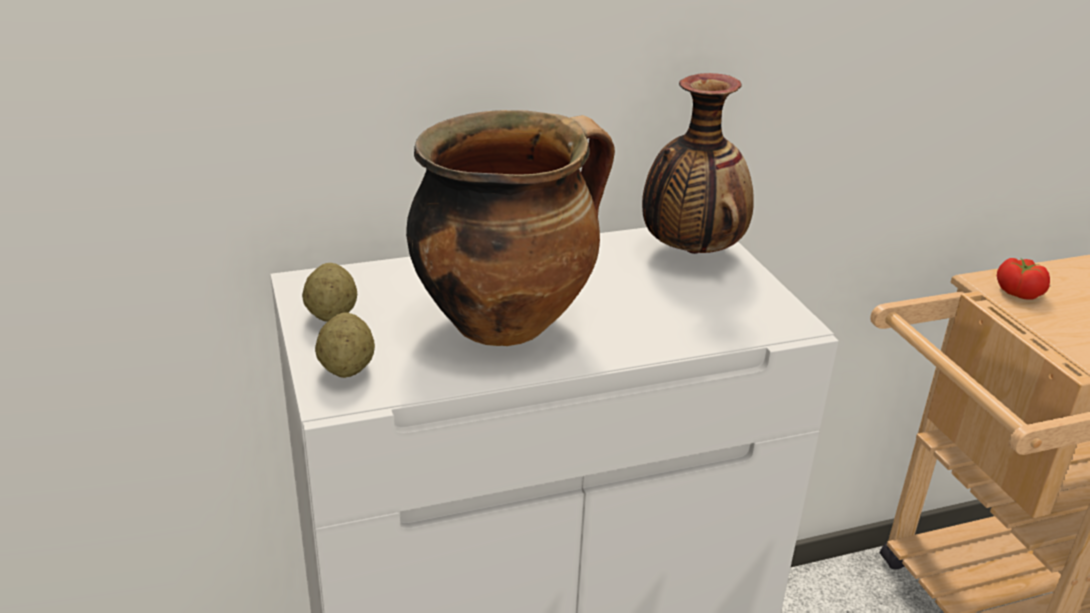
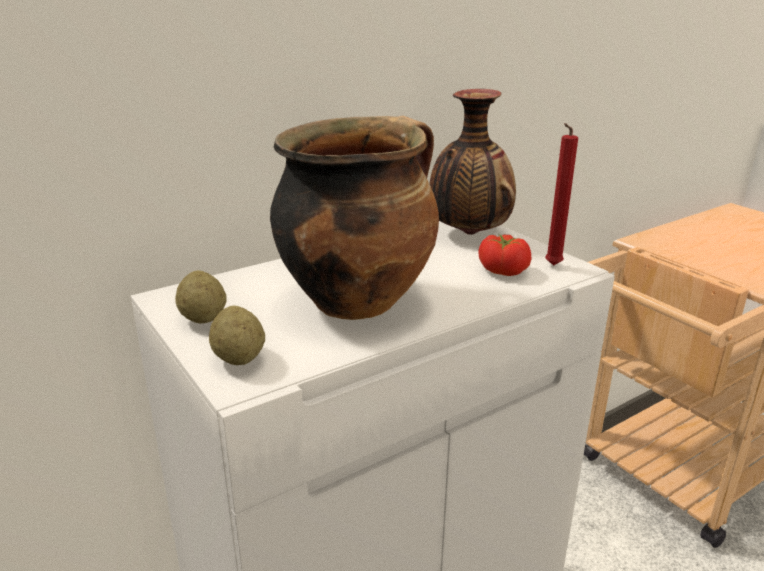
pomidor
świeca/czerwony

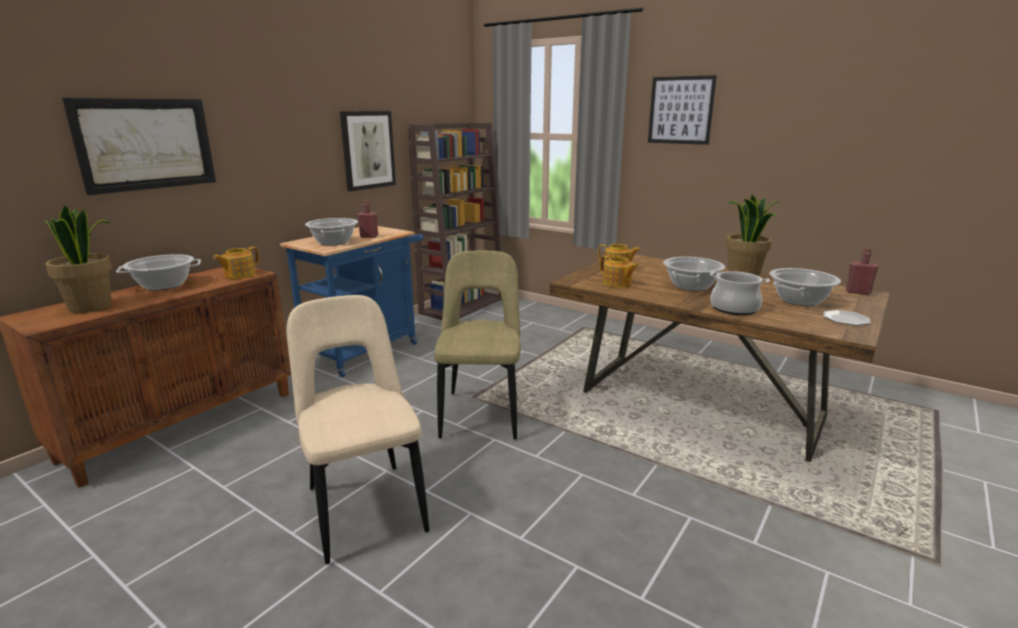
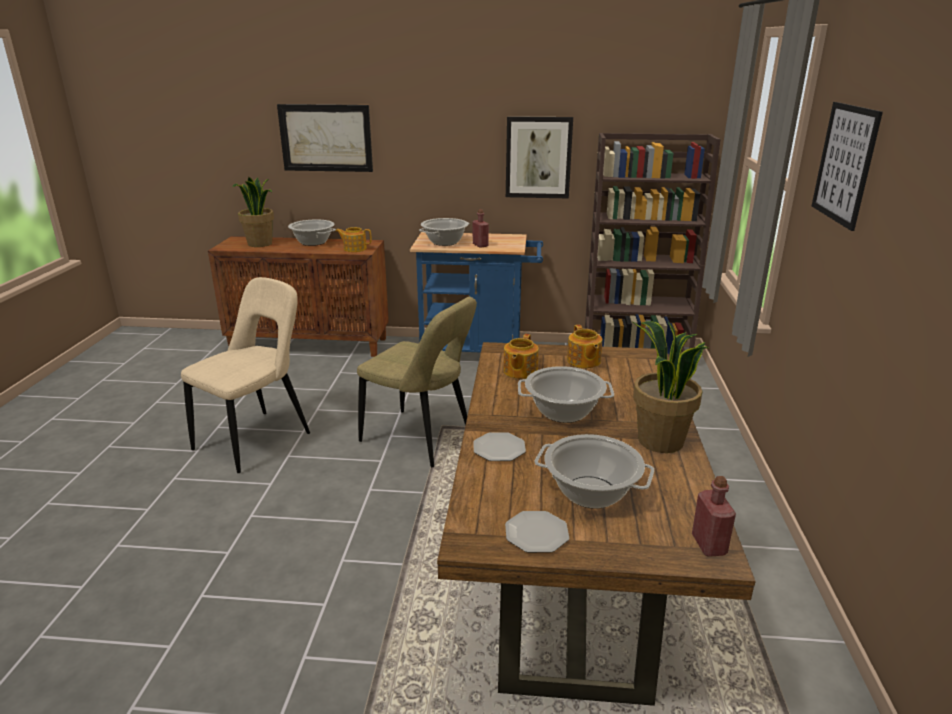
krzesło/beżowy (2nd from left)
talerz (1st from left)

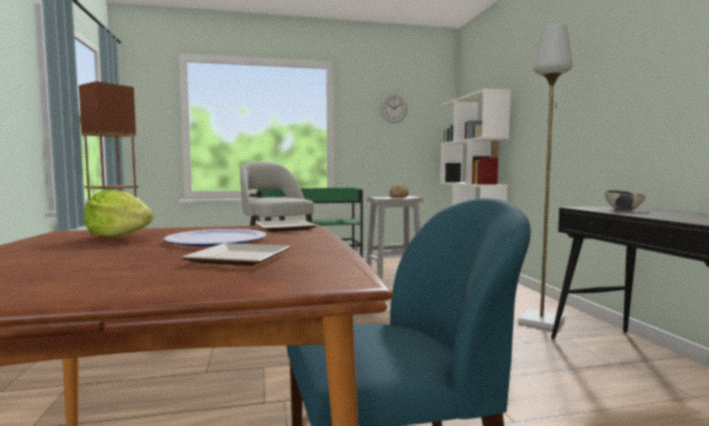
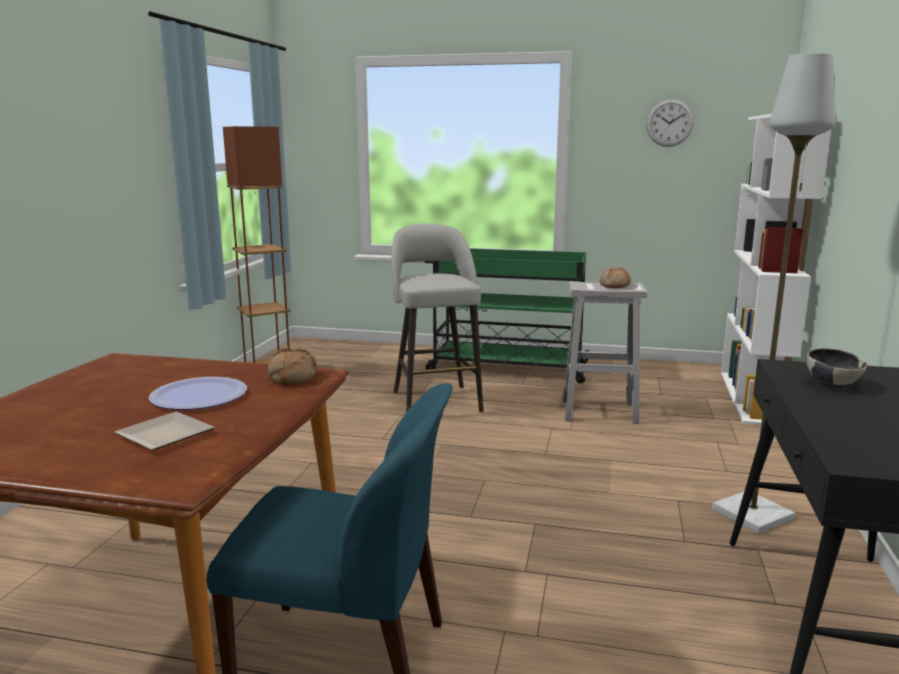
chleb (1st from left)
sałata

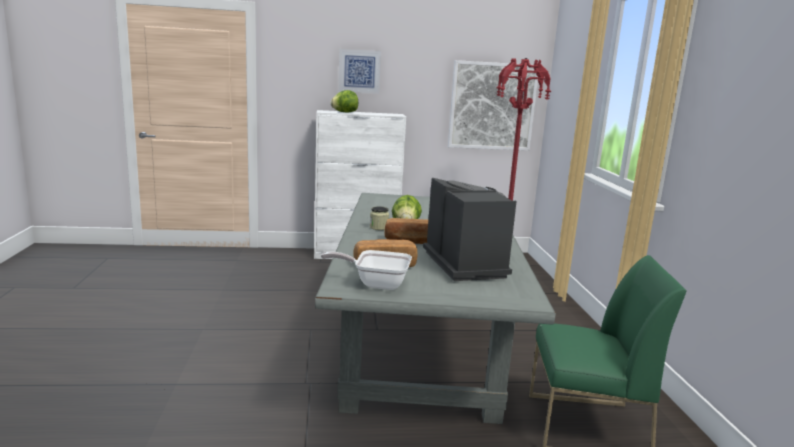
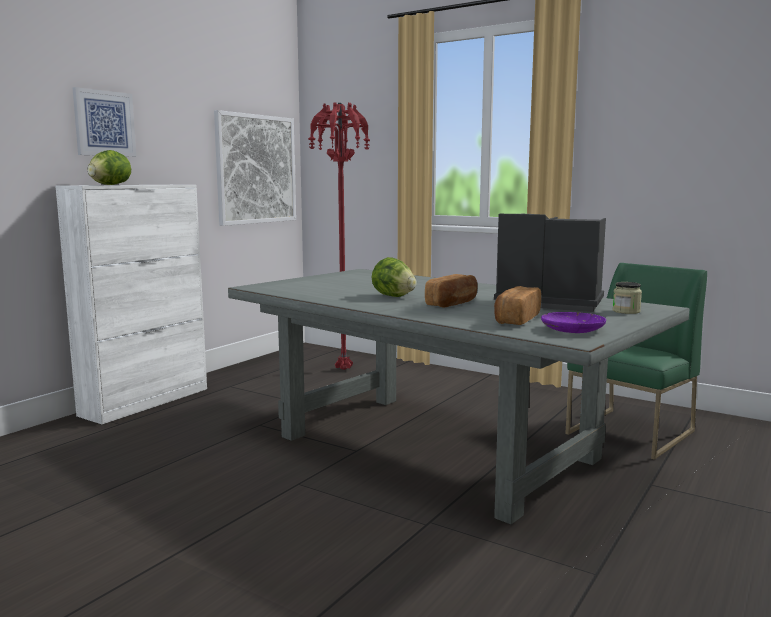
talerz/fioletowy
słoik

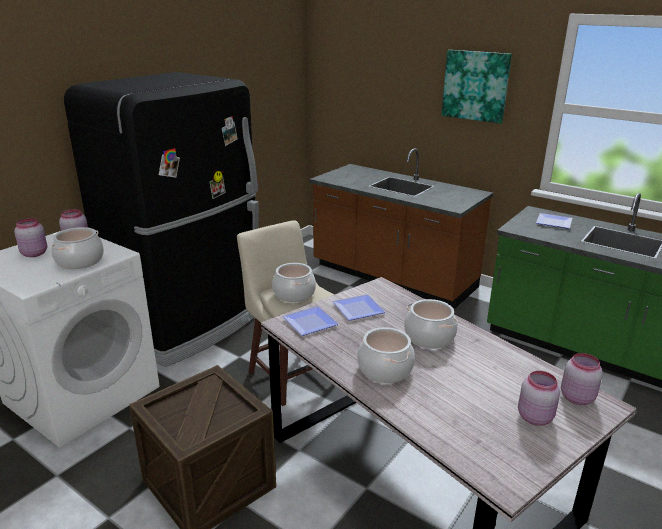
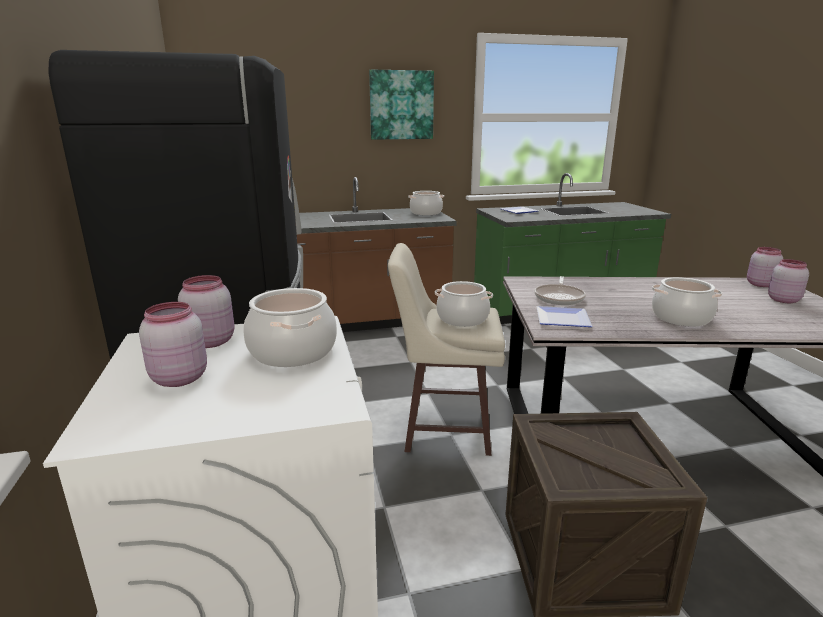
garnek (2nd from left)
patelnia

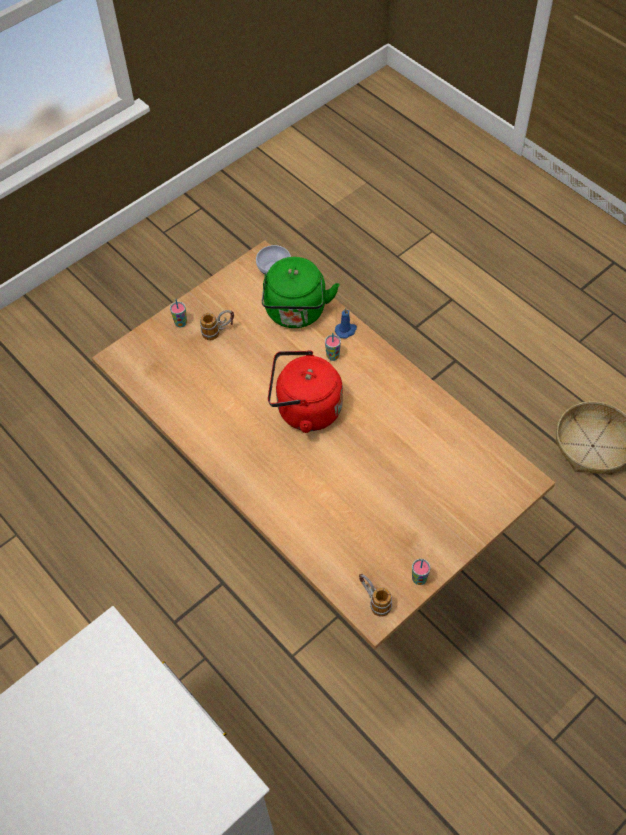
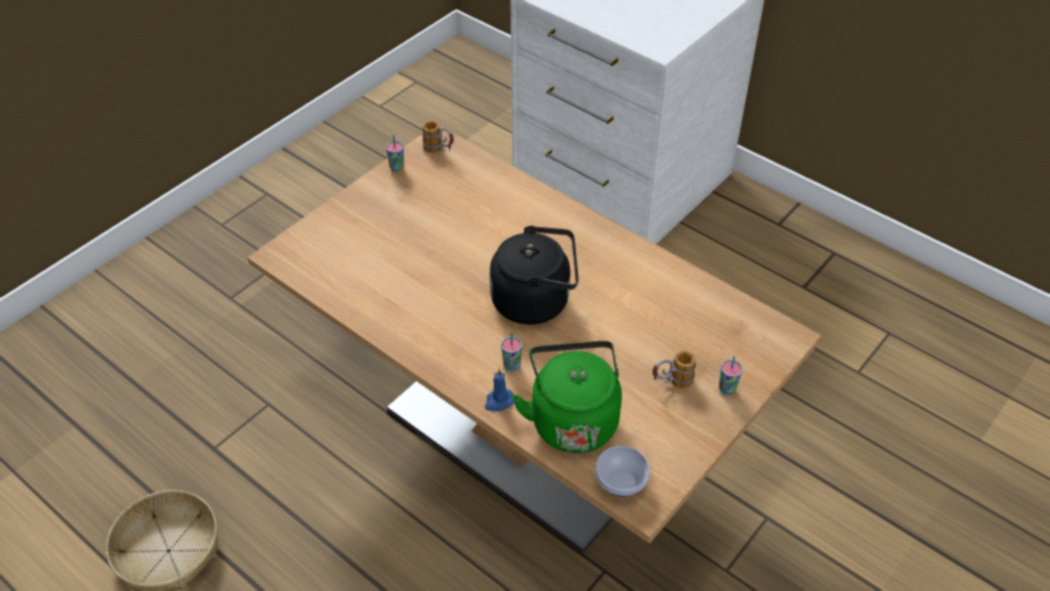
czajnik/czarny

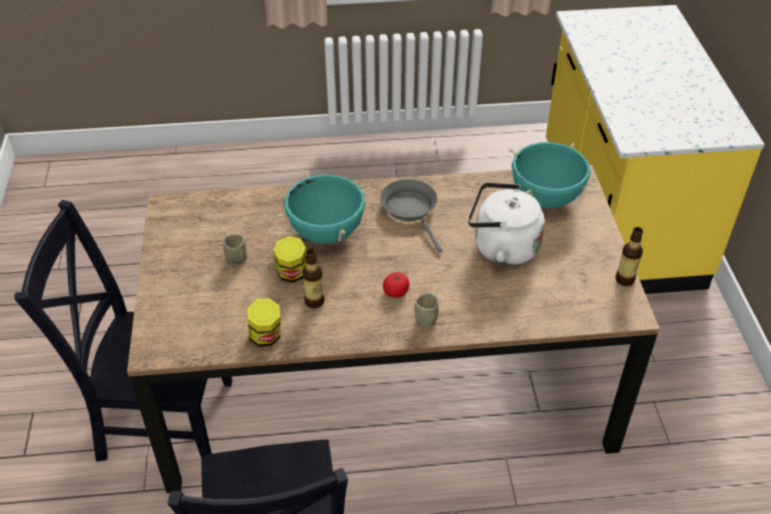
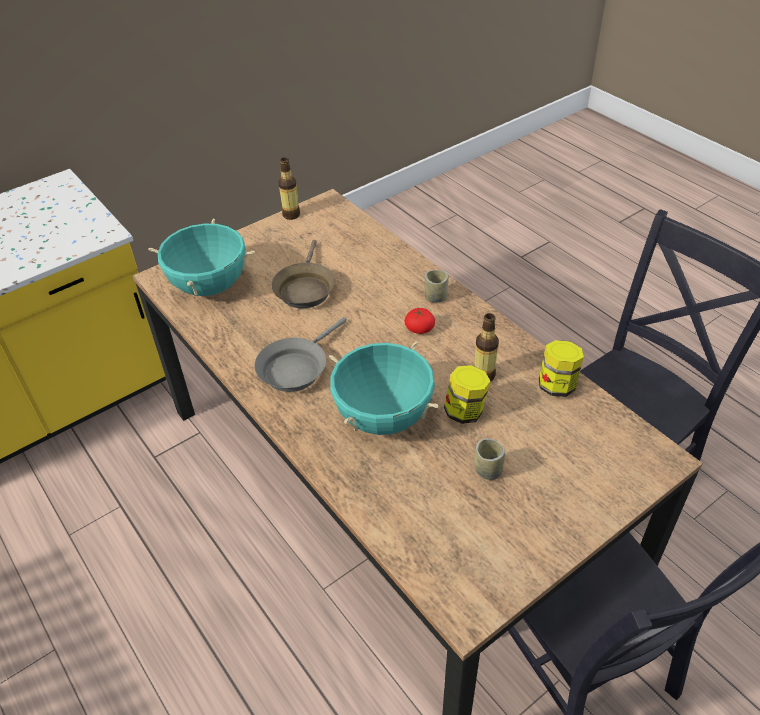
patelnia/brązowy

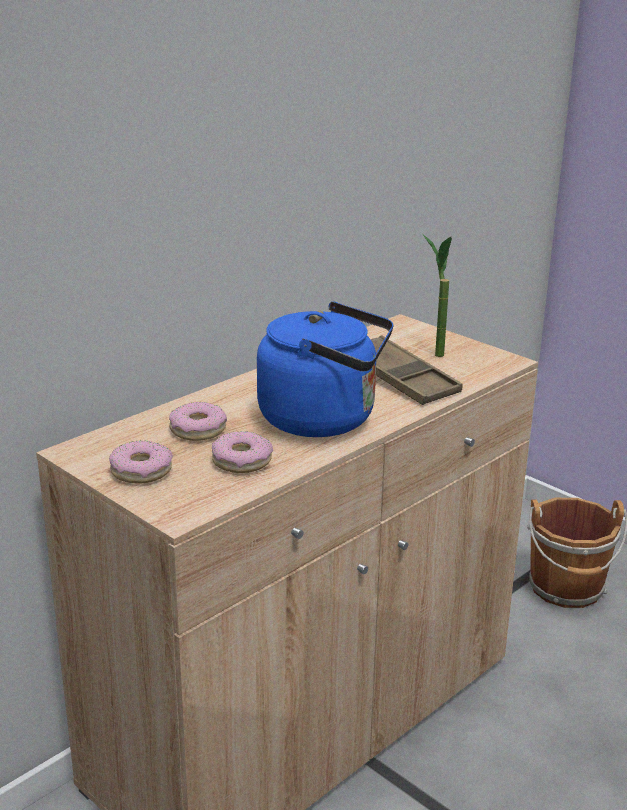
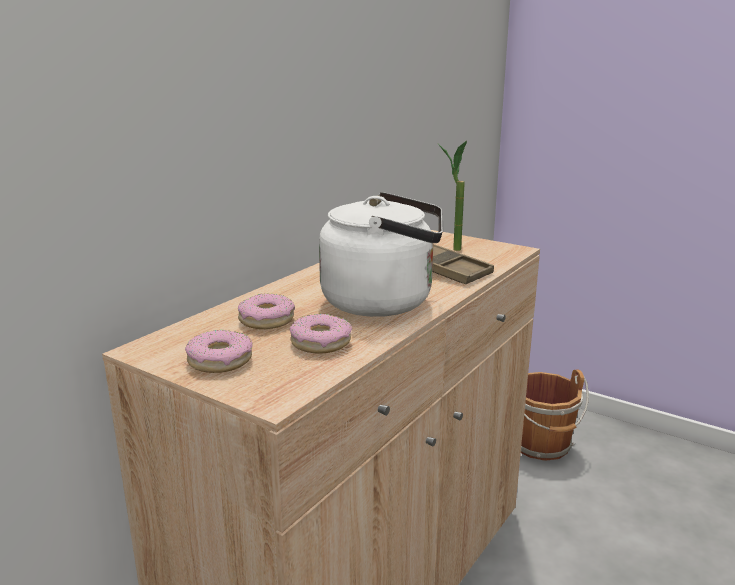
czajnik/biały

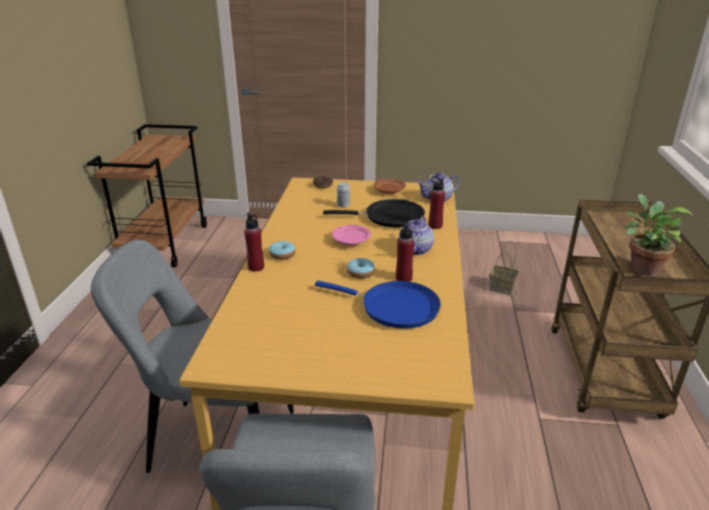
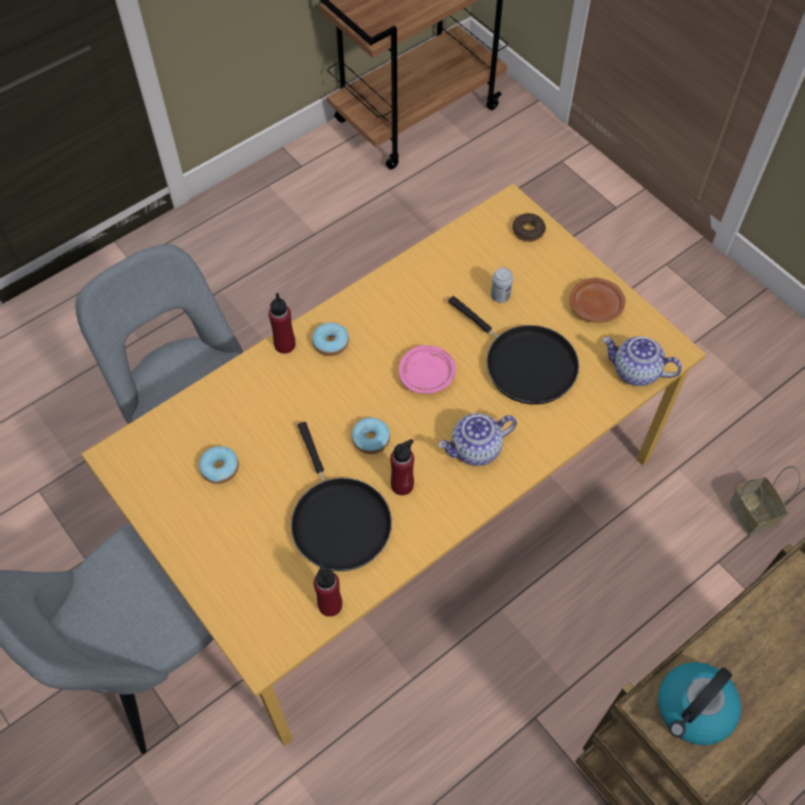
donut (1st from left)
patelnia/czarny (1st from left)
butelka/czerwony (2nd from left)
czajnik

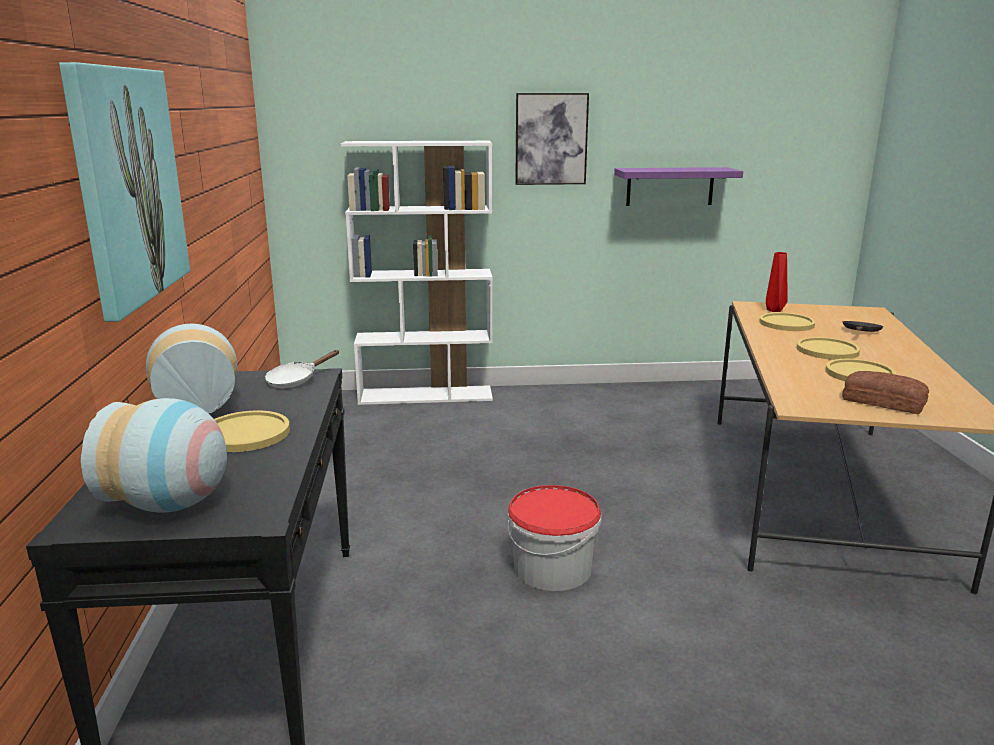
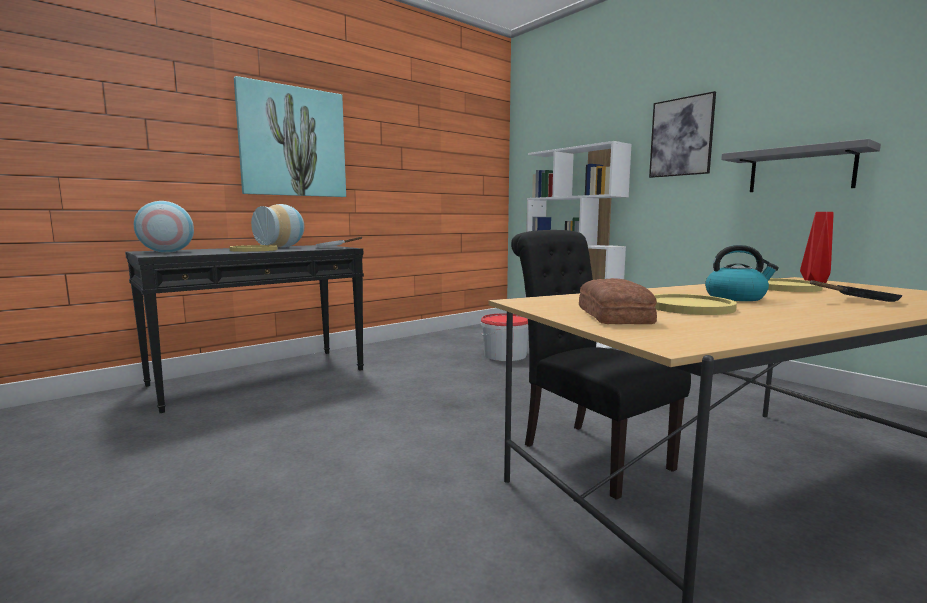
wiadro
krzesło/czarny
czajnik
półka/szary

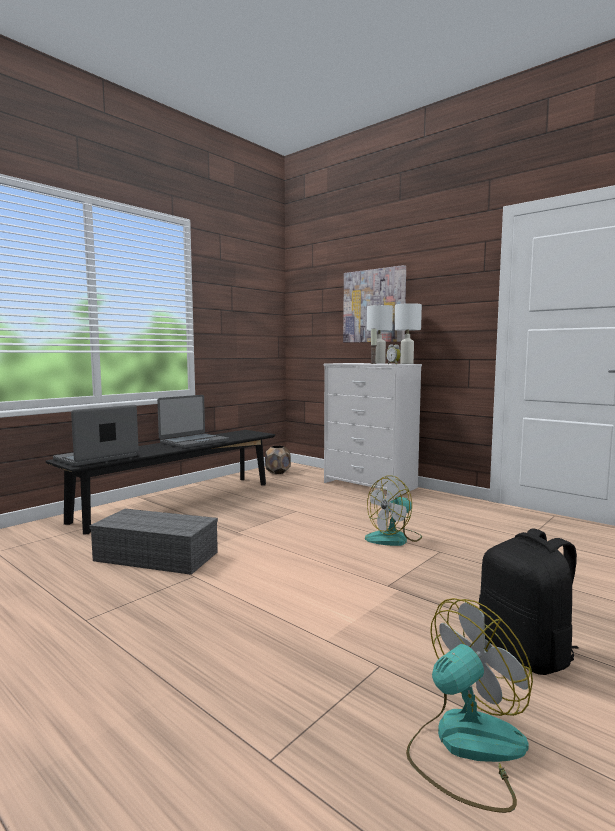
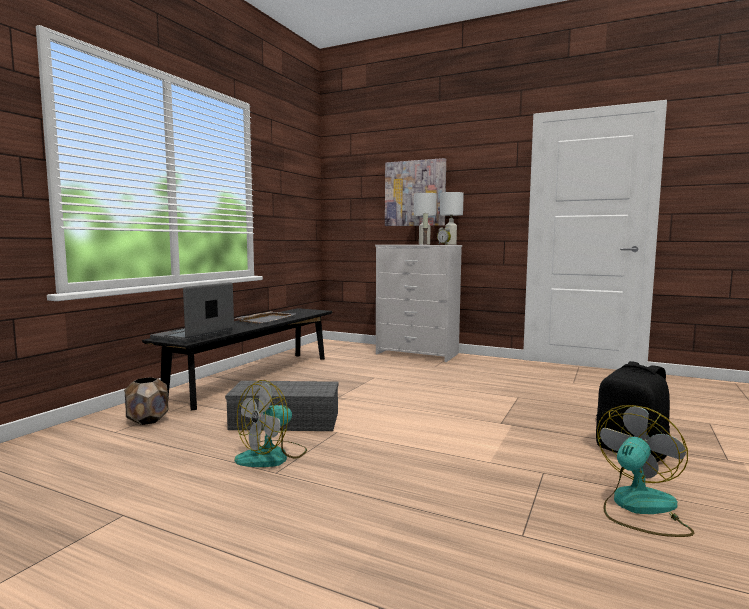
donica/brązowy
taca/szary
wentylator (1st from left)

